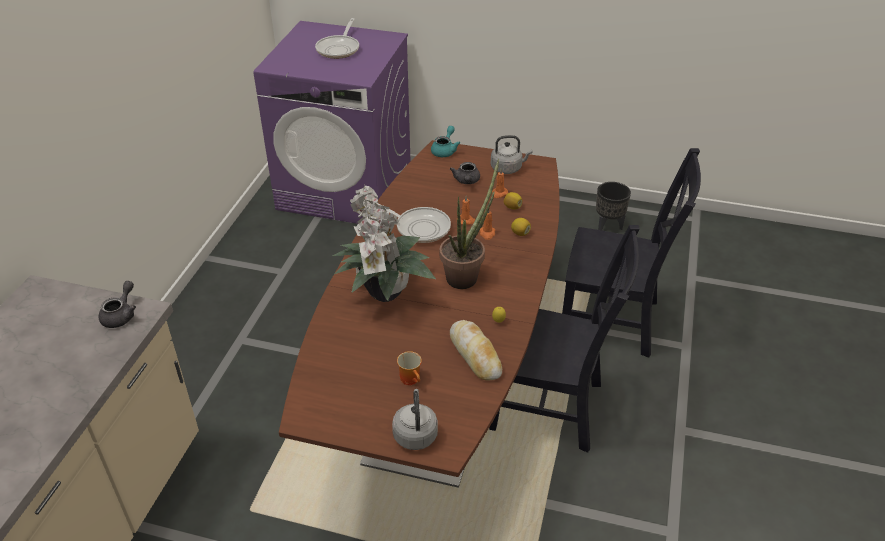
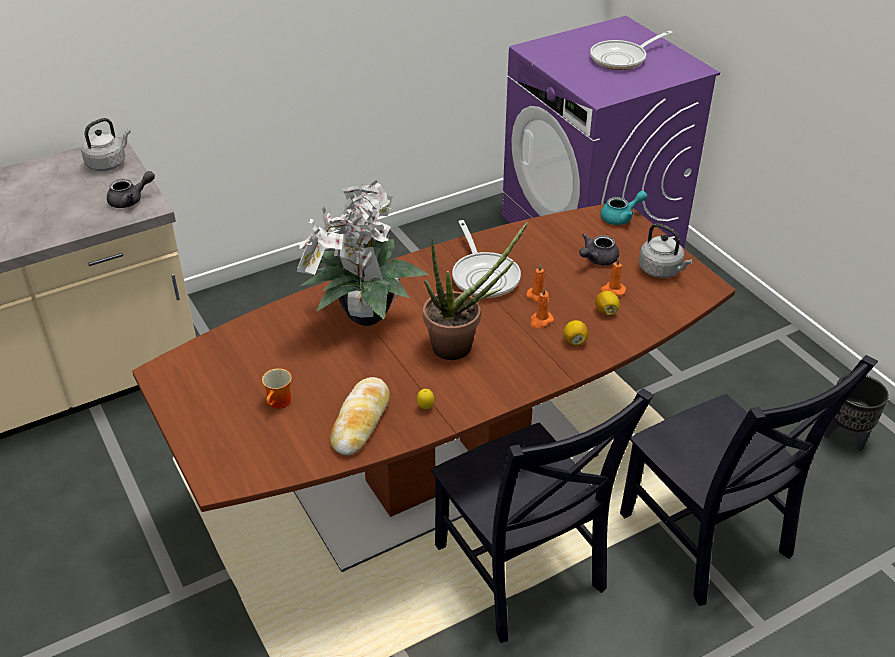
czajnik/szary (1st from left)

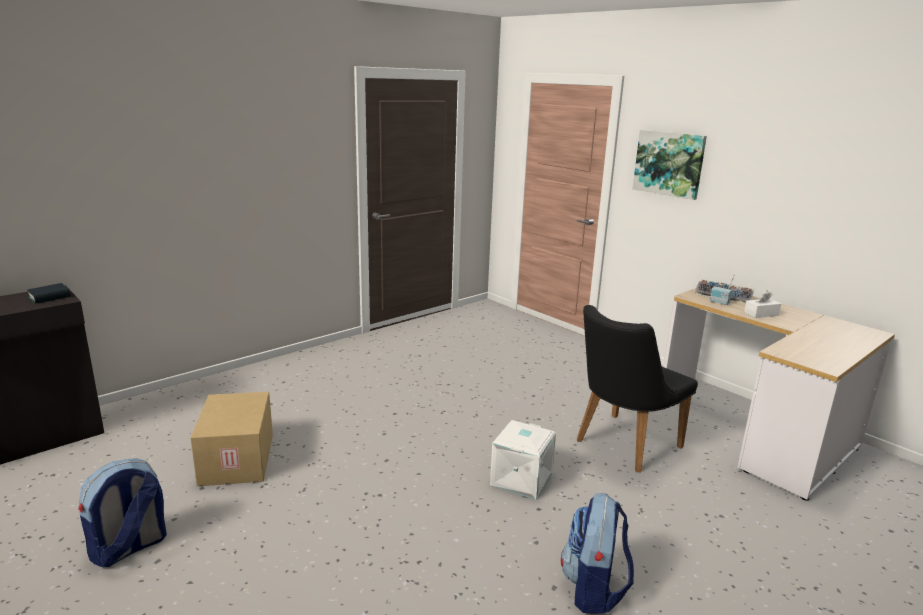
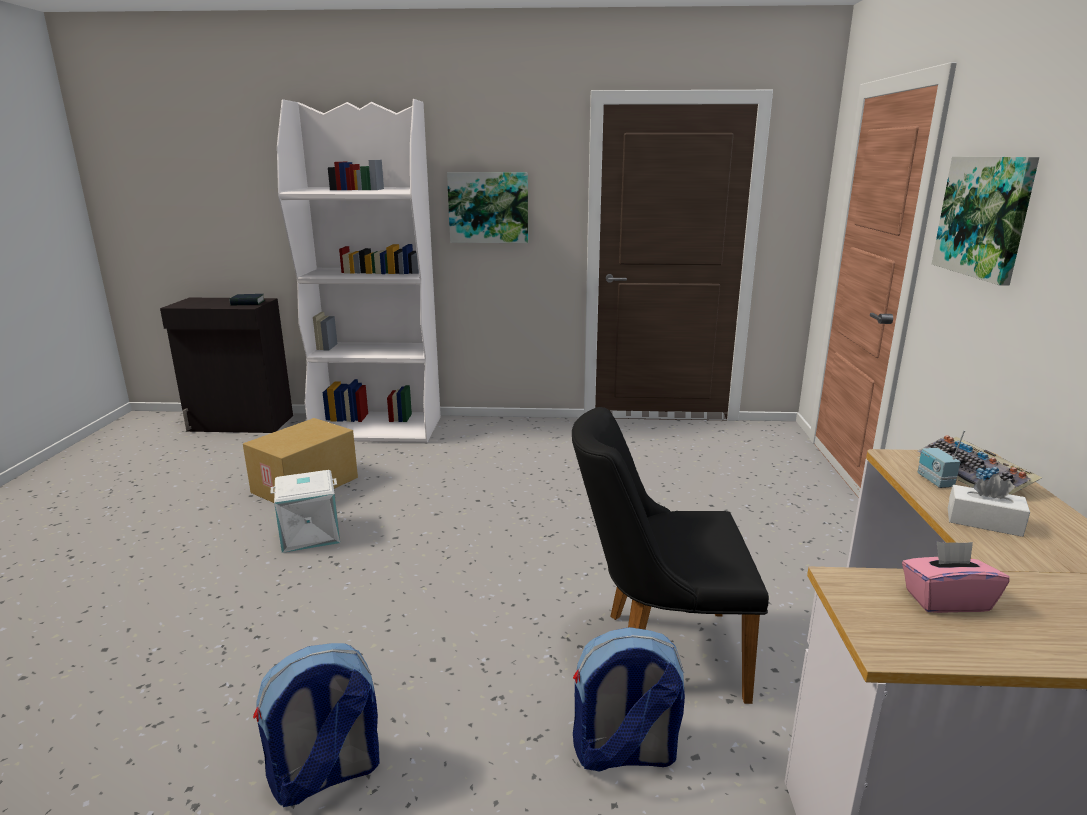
pojemnik do przechowywania/biały
regał/biały
obraz (1st from left)
plecak (2nd from left)
pudełko chusteczek/różowy

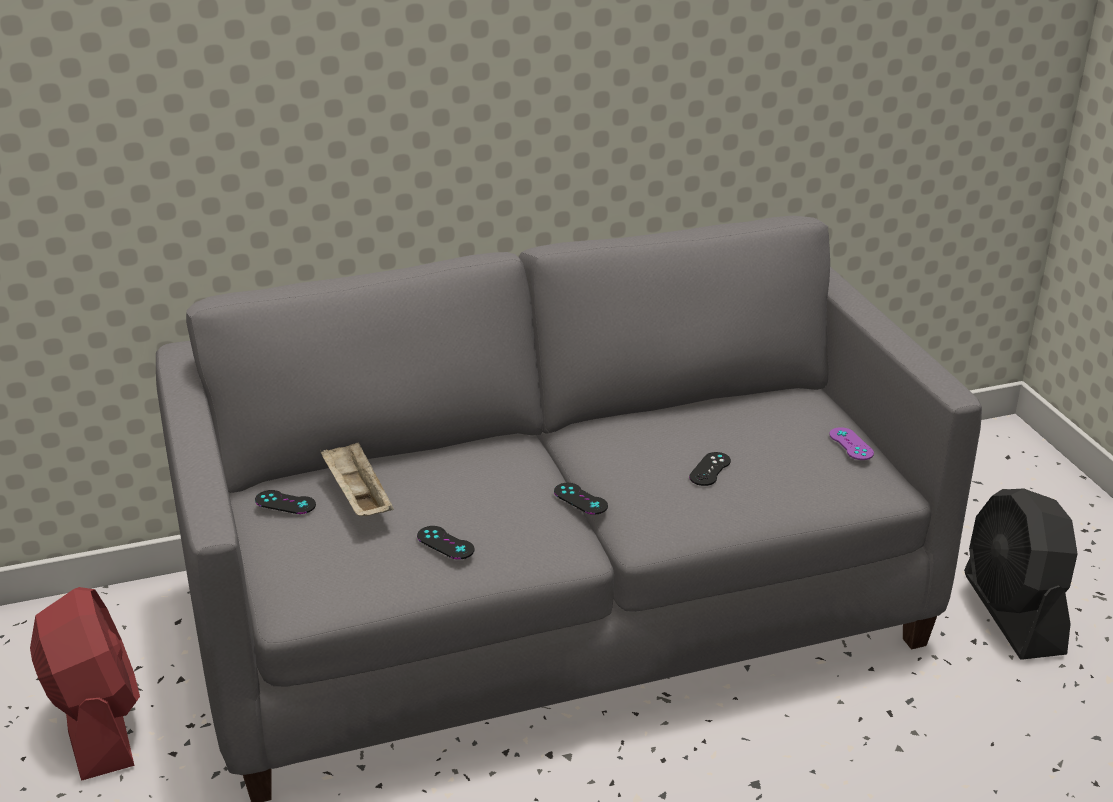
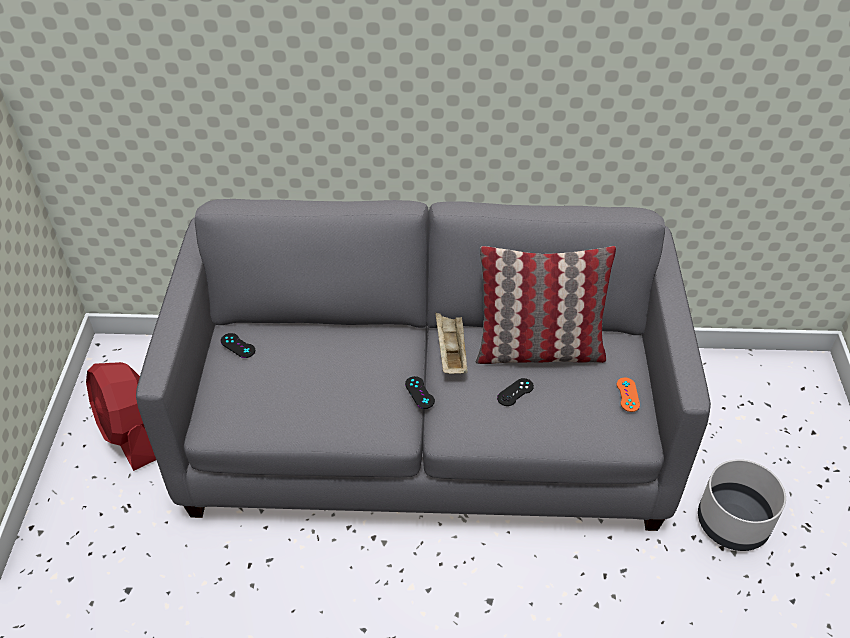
wentylator/czerwony
taca/beżowy
poduszka
pad do gier/pomarańczowy
donica/szary
pad do gier/czarny (2nd from left in the first image)

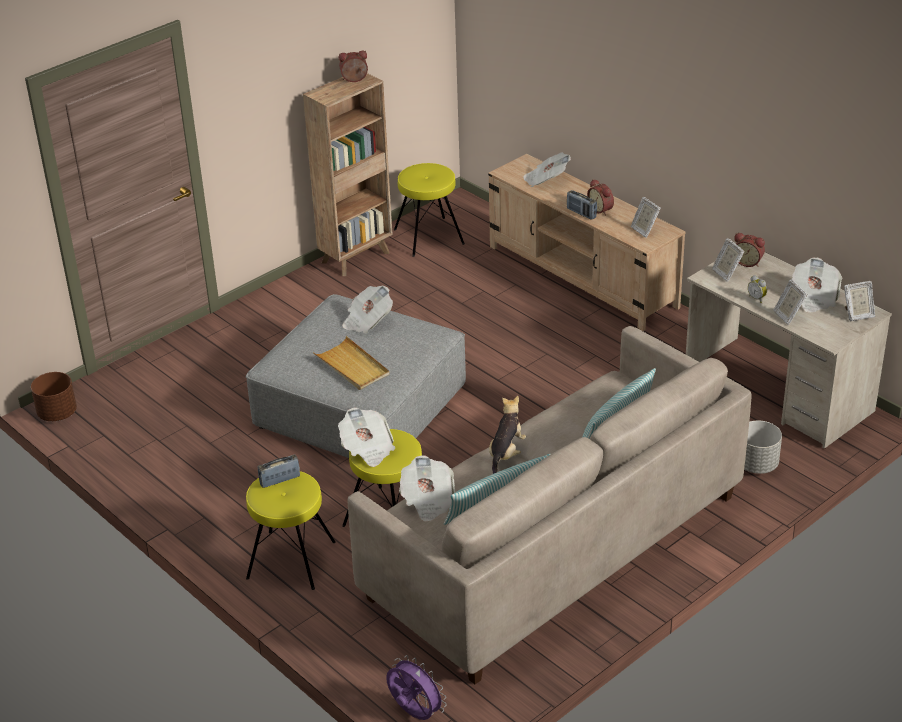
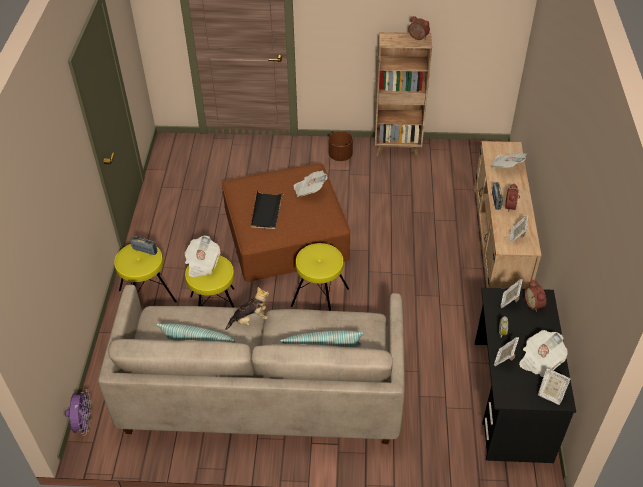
pufa/brązowy
taca/czarny
stołek/żółty (3rd from left)
donica/brązowy
biurko/czarny
gazeta (3rd from left in the first image)
donica/szary

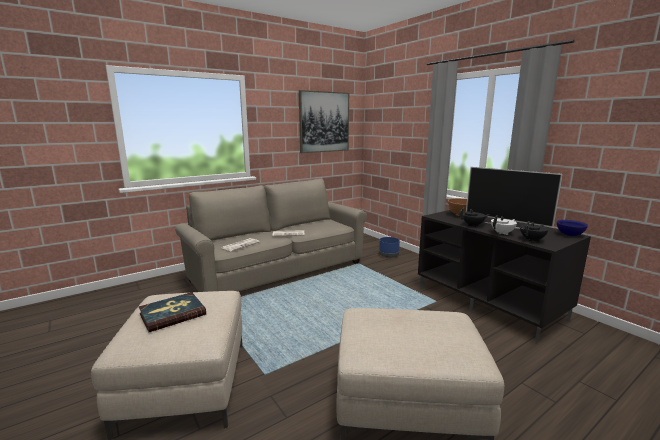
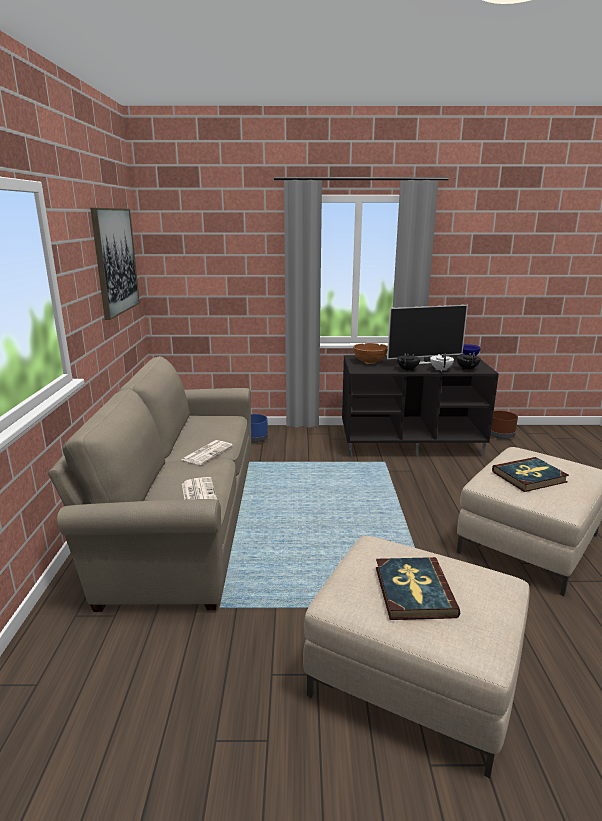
donica/brązowy
książka (2nd from left)

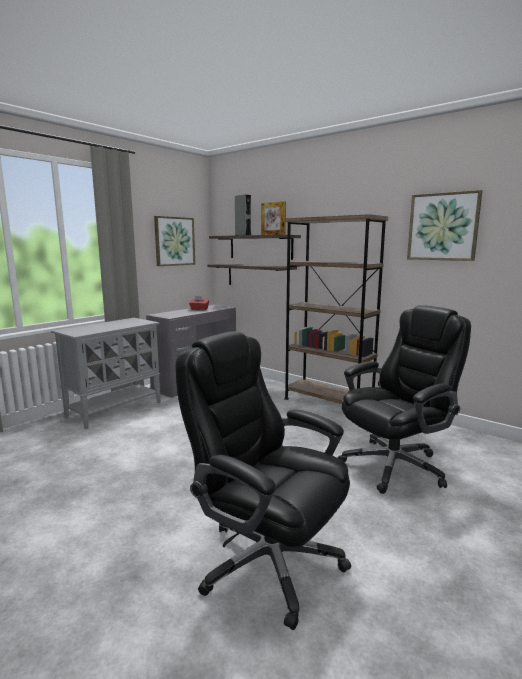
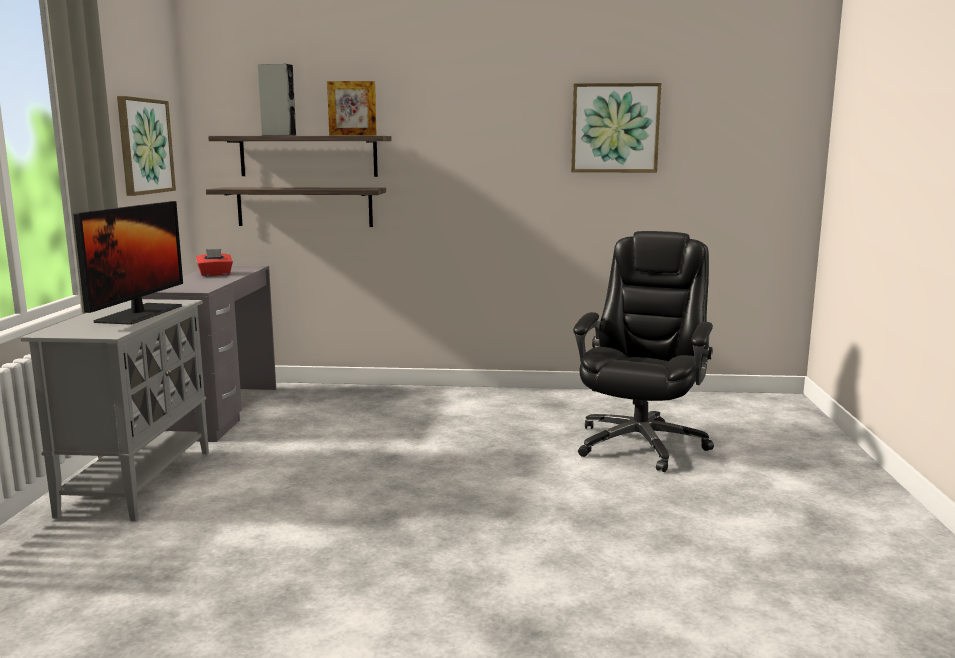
monitor
krzesło biurowe/czarny (1st from left in the first image)
regał/brązowy

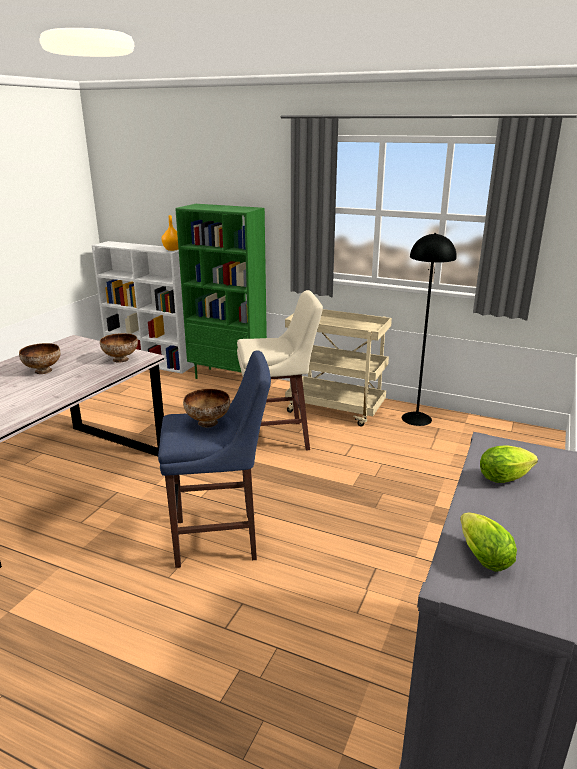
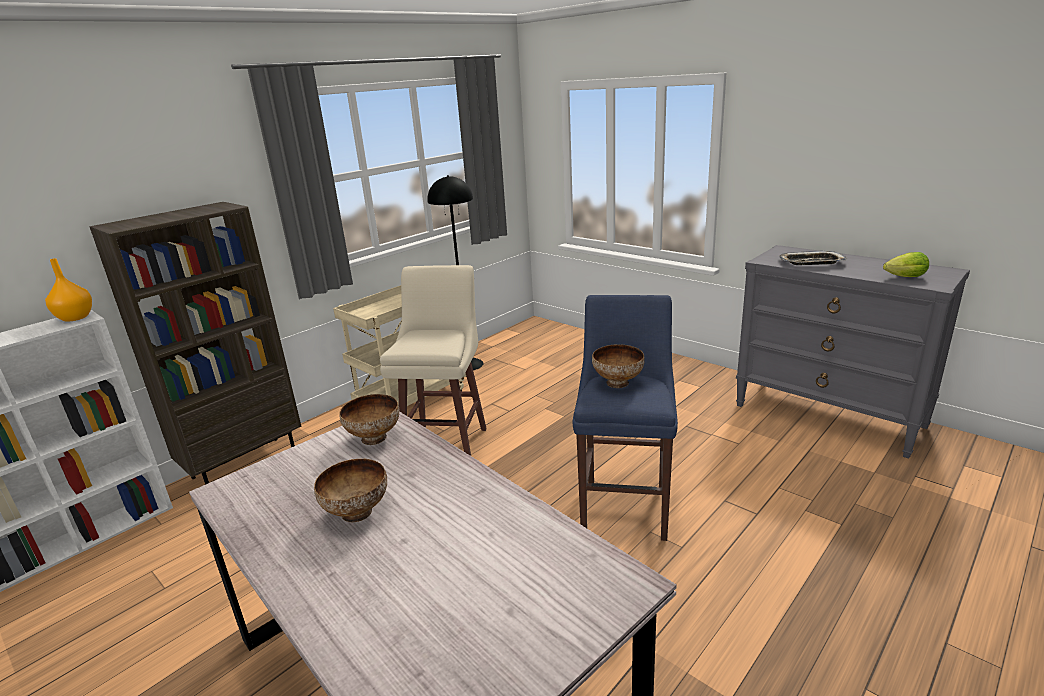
regał/brązowy
taca

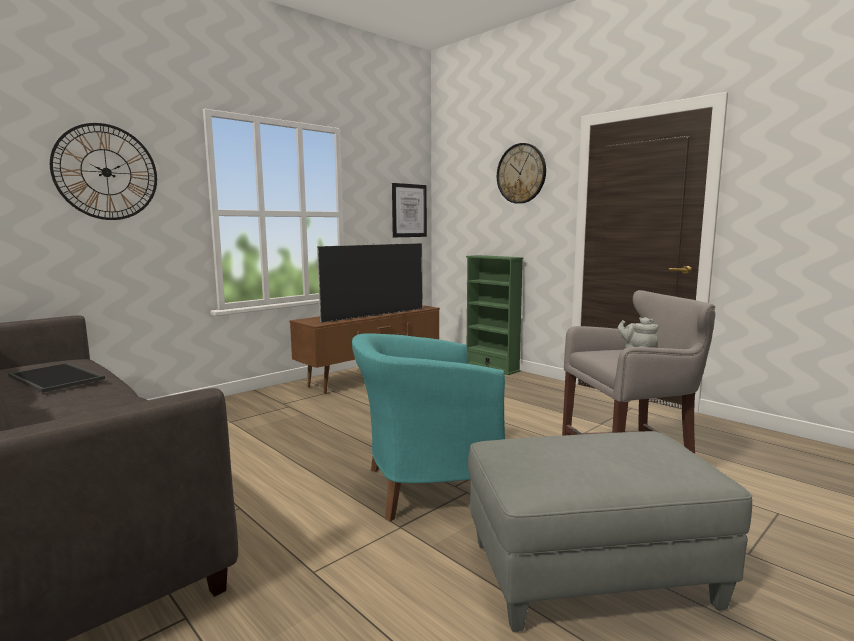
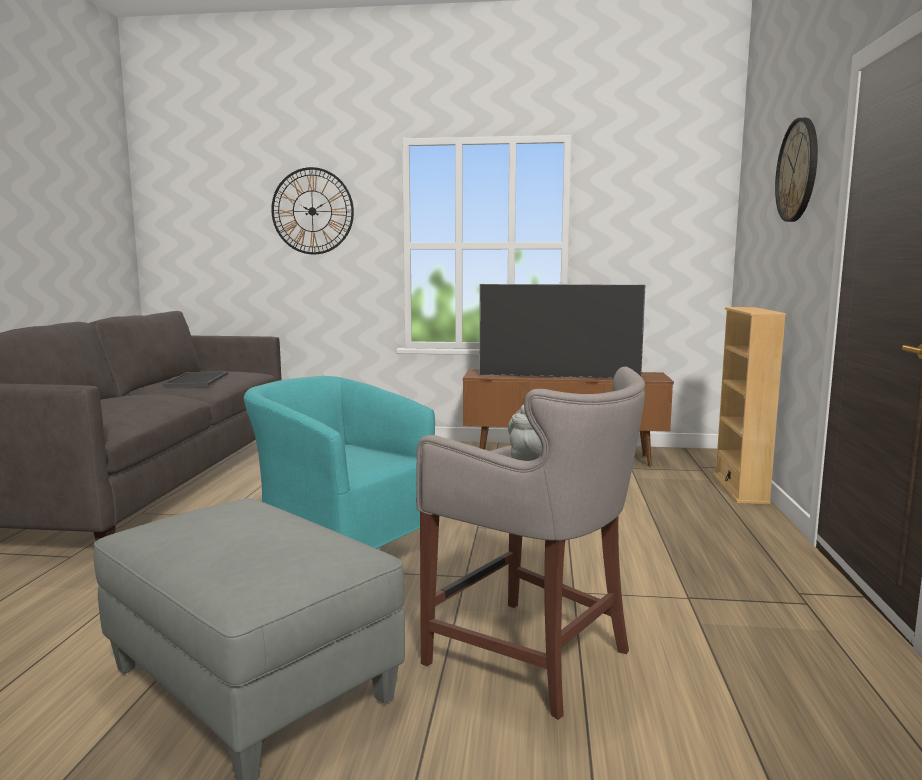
regał/beżowy
obraz

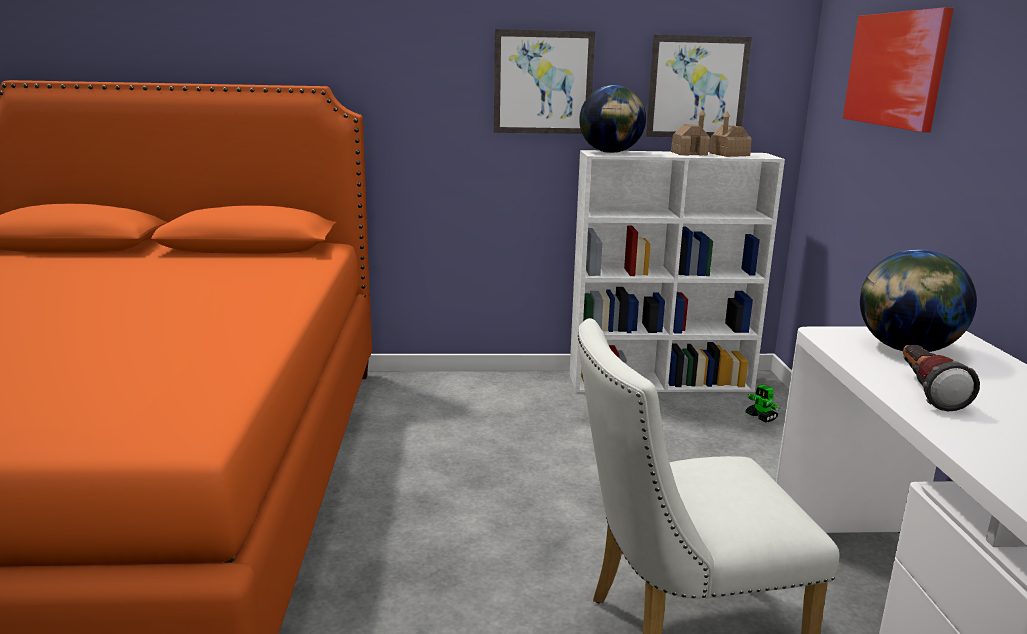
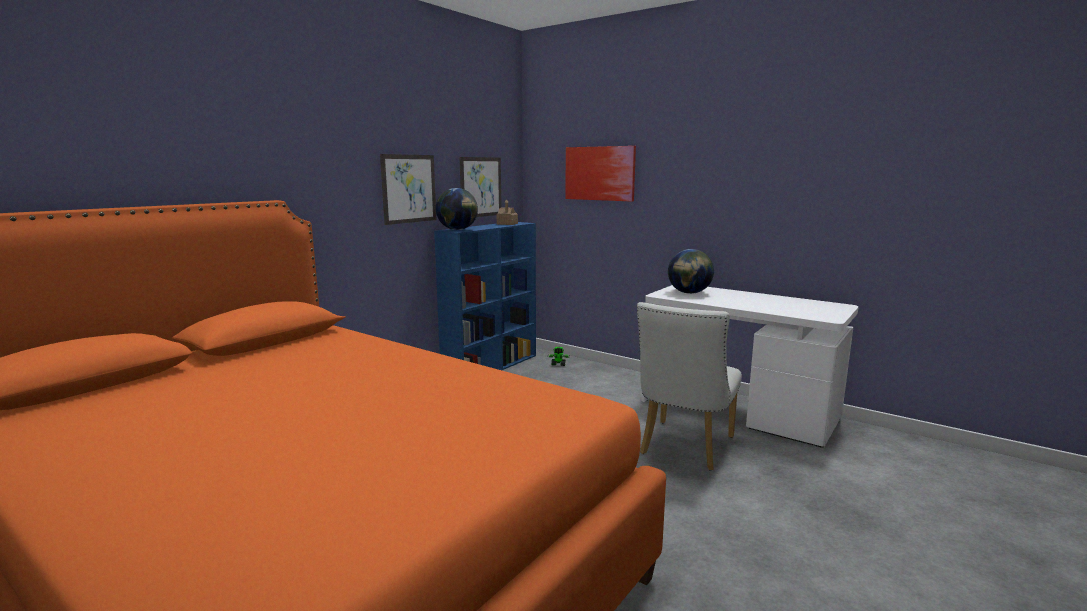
regał/niebieski
domek (1st from left in the first image)
latarka

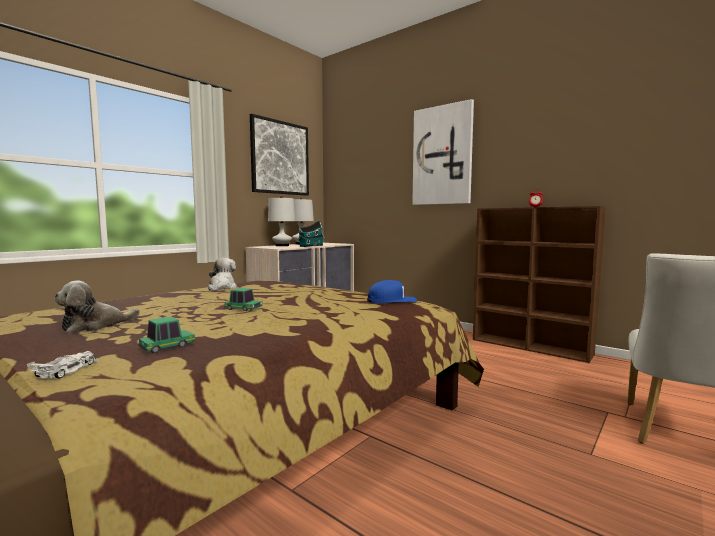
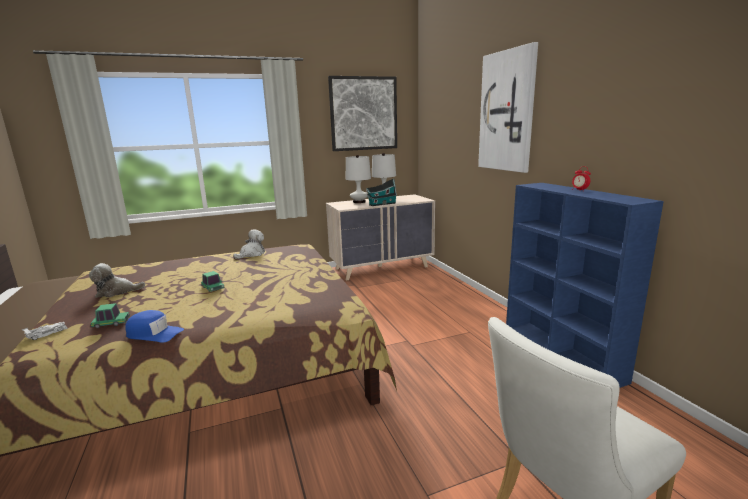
czapka z daszkiem/niebieski
regał/niebieski

